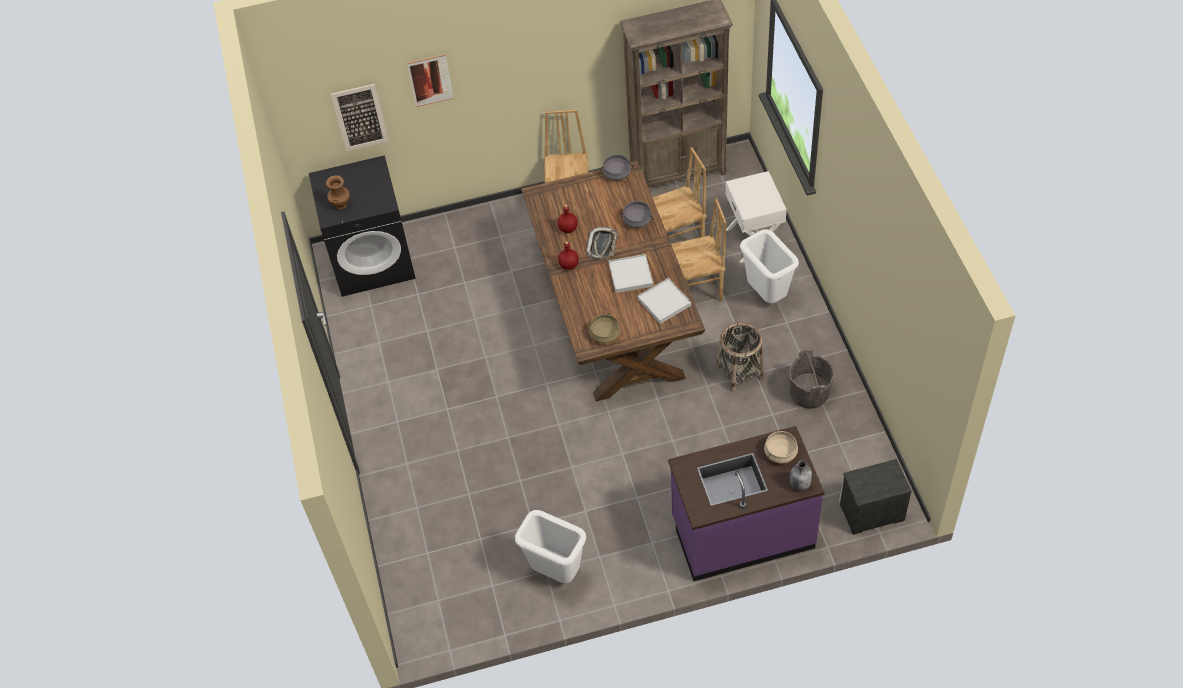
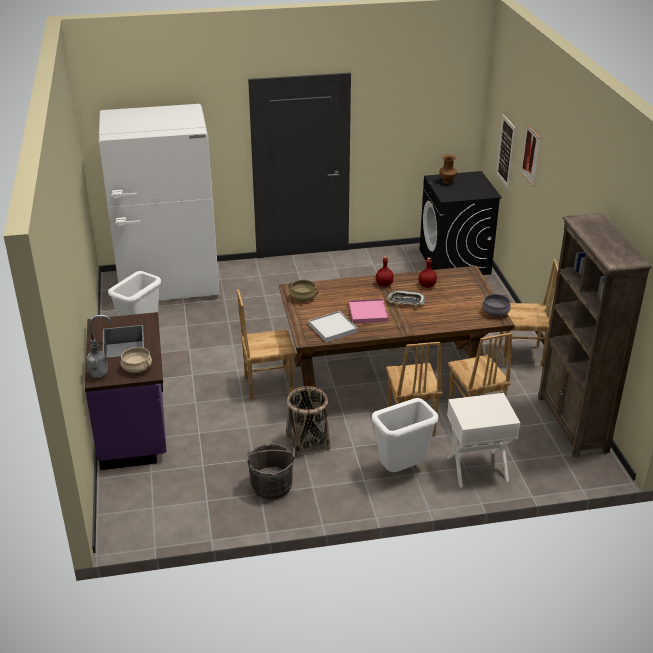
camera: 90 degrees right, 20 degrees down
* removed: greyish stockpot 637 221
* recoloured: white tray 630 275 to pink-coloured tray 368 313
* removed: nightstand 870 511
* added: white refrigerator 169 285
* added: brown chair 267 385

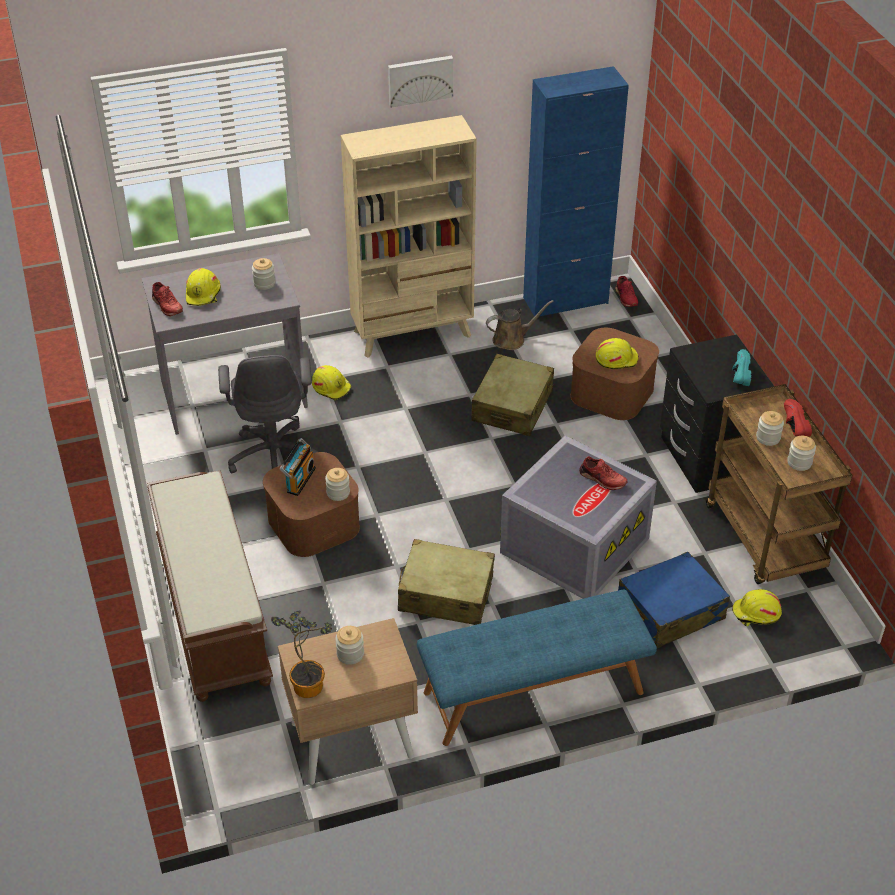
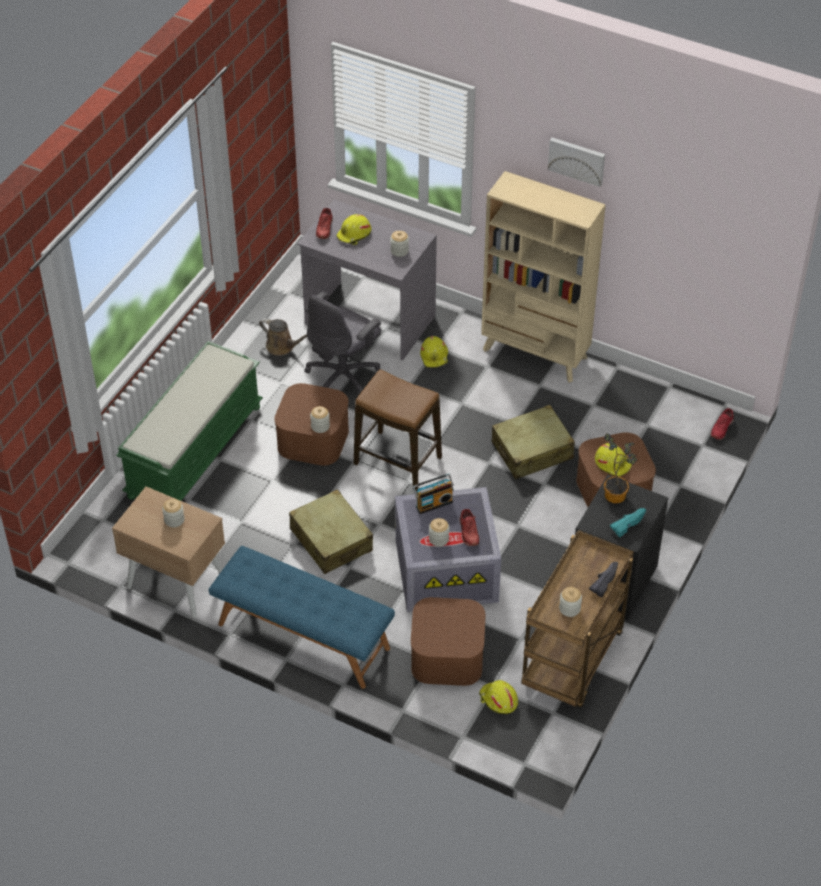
camera: 45 degrees right, 5 degrees up
* removed: blue-coloured cabinet 565 300
* moved: brown watering pot 512 339 to 282 346
* recoloured: red-coloured low shoe 792 425 to black low shoe 603 582
* moved: storage jar 768 438 to 439 539
* moved: radio receiver 299 480 to 433 503
* recoloured: brown bench 211 611 to green-coloured bench 194 450
* replaced: blue-coloured suitcase 669 611 to brown storage bin 447 655
* moved: potted plant 307 682 to 617 493
* added: sitting stool 398 461

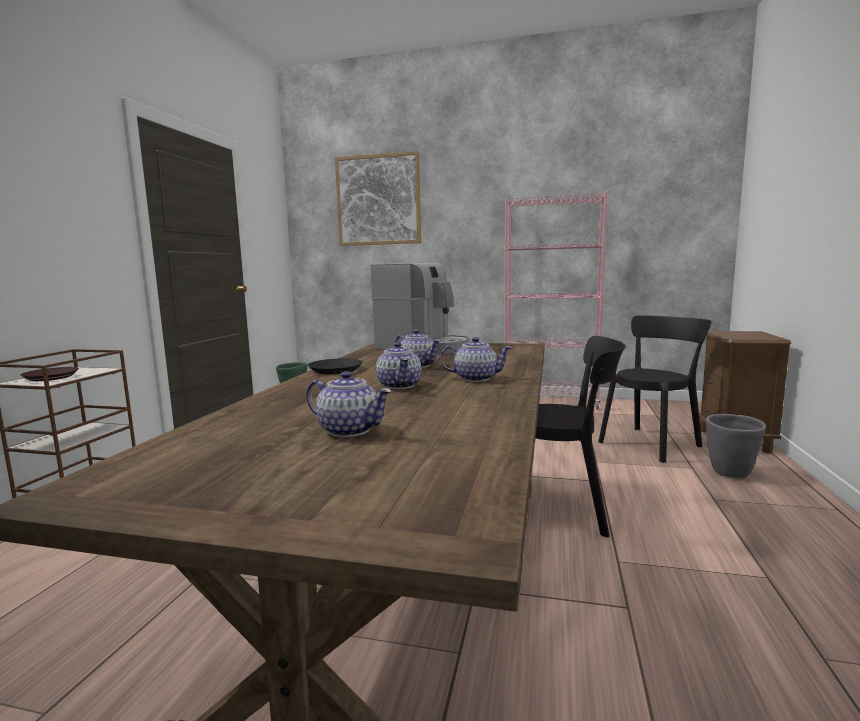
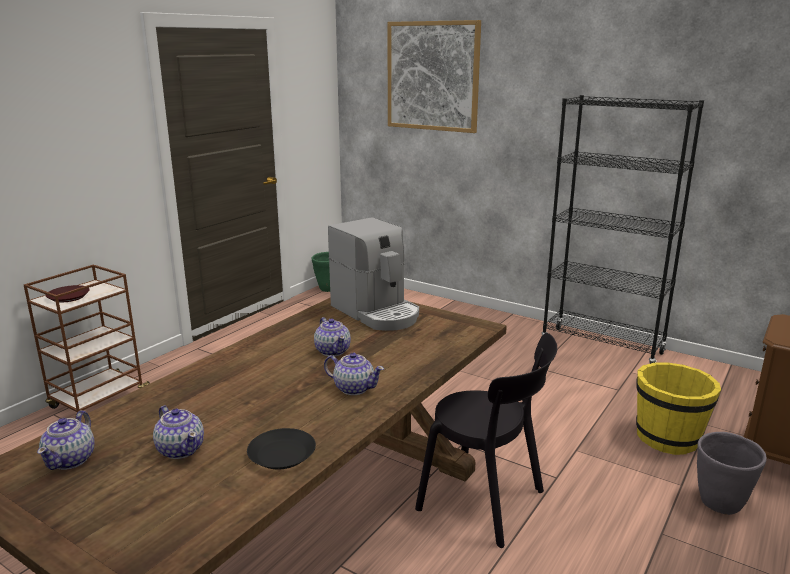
camera: 20 degrees right, 10 degrees up
* recoloured: pink-coloured bookcase 550 402 to black bookcase 602 348
* replaced: black chair 651 443 to yellow-coloured pail 668 438
* moved: pot for tea 399 385 to 71 459
* moved: black flat dish 335 370 to 282 454

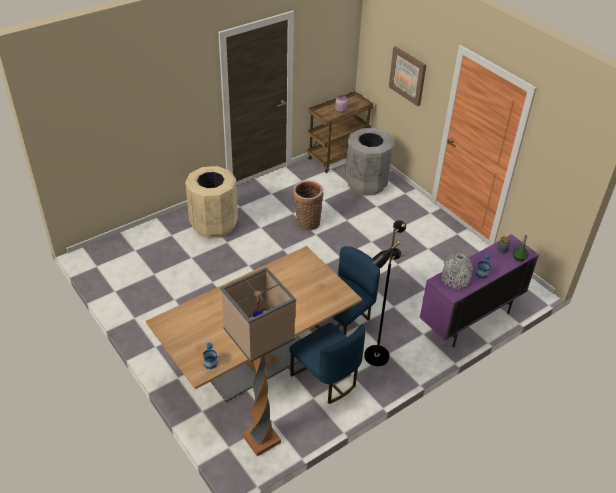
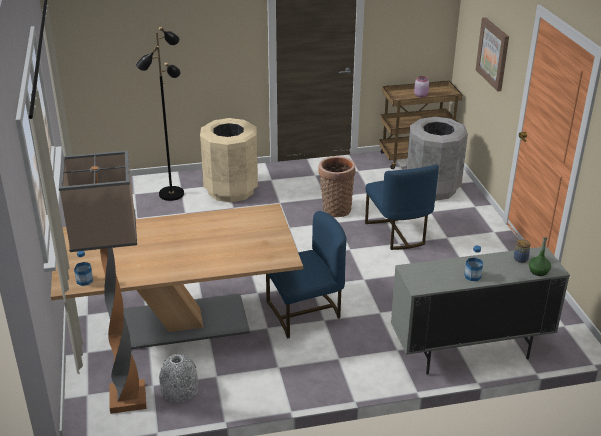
camera: 25 degrees right, 10 degrees down
* moved: black standard lamp 376 355 to 171 194
* recoloured: purple cabinet 470 320 to greyish cabinet 469 352
* moved: greyish vase 455 279 to 179 390
* moved: blue-coloured chair 325 379 to 398 233

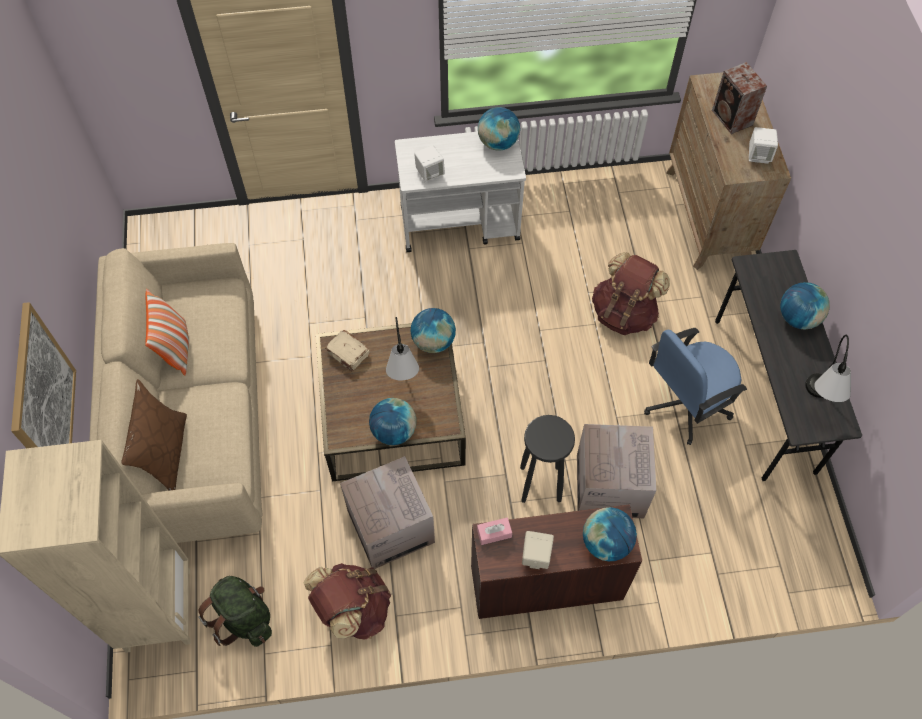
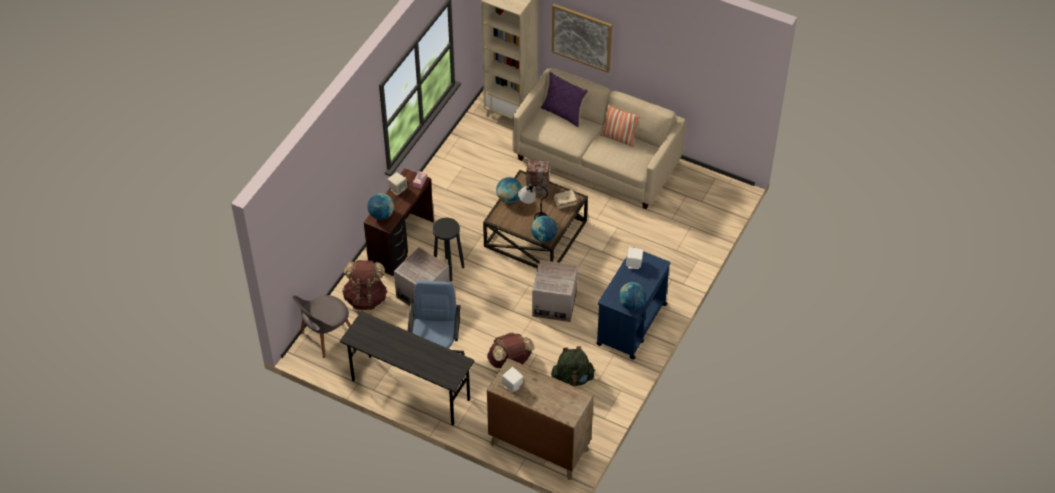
camera: 125 degrees right, 10 degrees down
* moved: audio speaker 732 118 to 536 187
* recoloured: white cart 460 223 to blue-coloured cart 631 324
* removed: world globe 797 318
* removed: table lamp 816 401
* recoloured: brown pillow 165 453 to purple pillow 563 113
* moved: carton 391 526 to 554 304
* moved: brown rucksack 353 609 to 366 298
* moved: green-coloured rucksack 244 617 to 572 378
* added: greyish chair 326 336

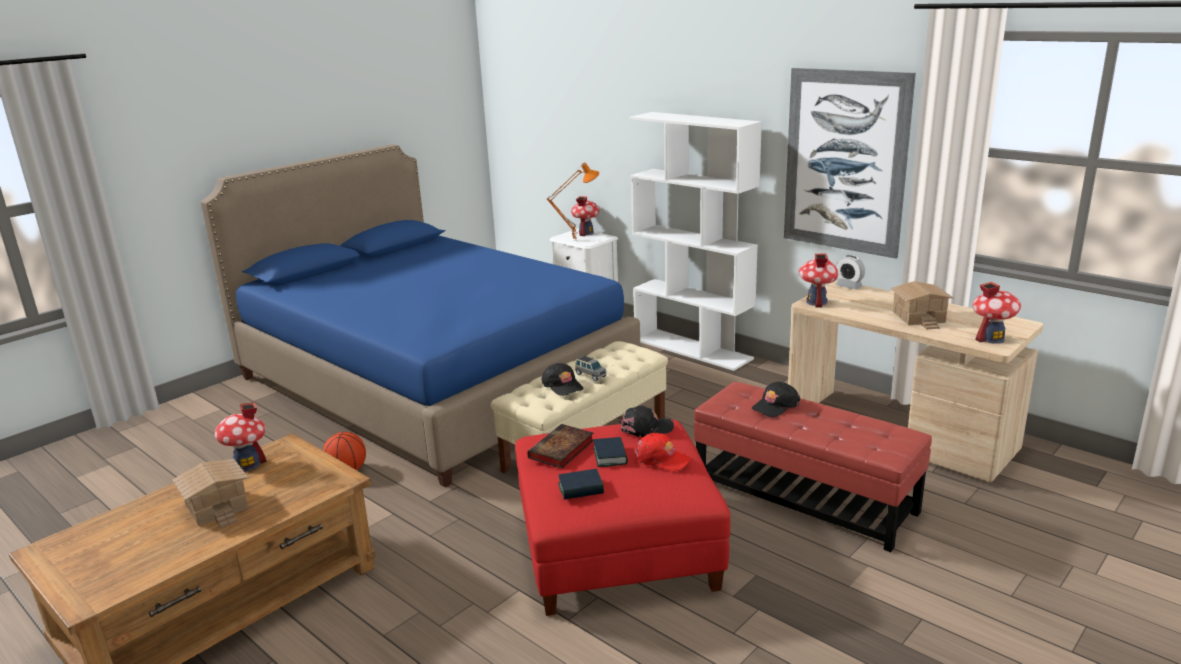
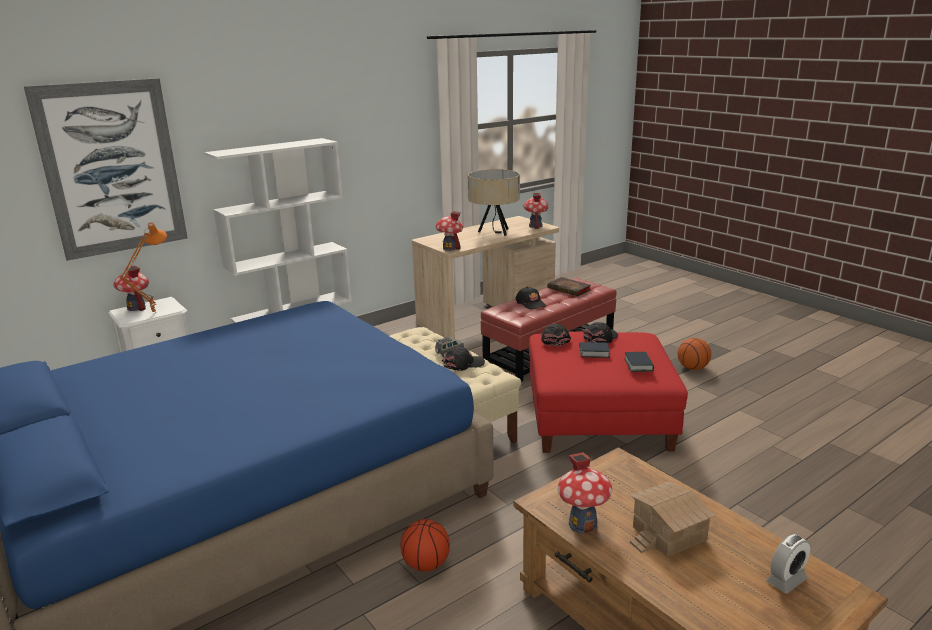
camera: 80 degrees left, 0 degrees up
* moved: picture 845 162 to 112 168
* moved: bedside clock 848 286 to 786 580
* replaced: miniature house 919 317 to sand-coloured table lamp 494 232
* moved: book 561 450 to 570 289
* recoloured: red-coloured peaked cap 662 459 to black peaked cap 601 338
* added: ball for basketball 692 368

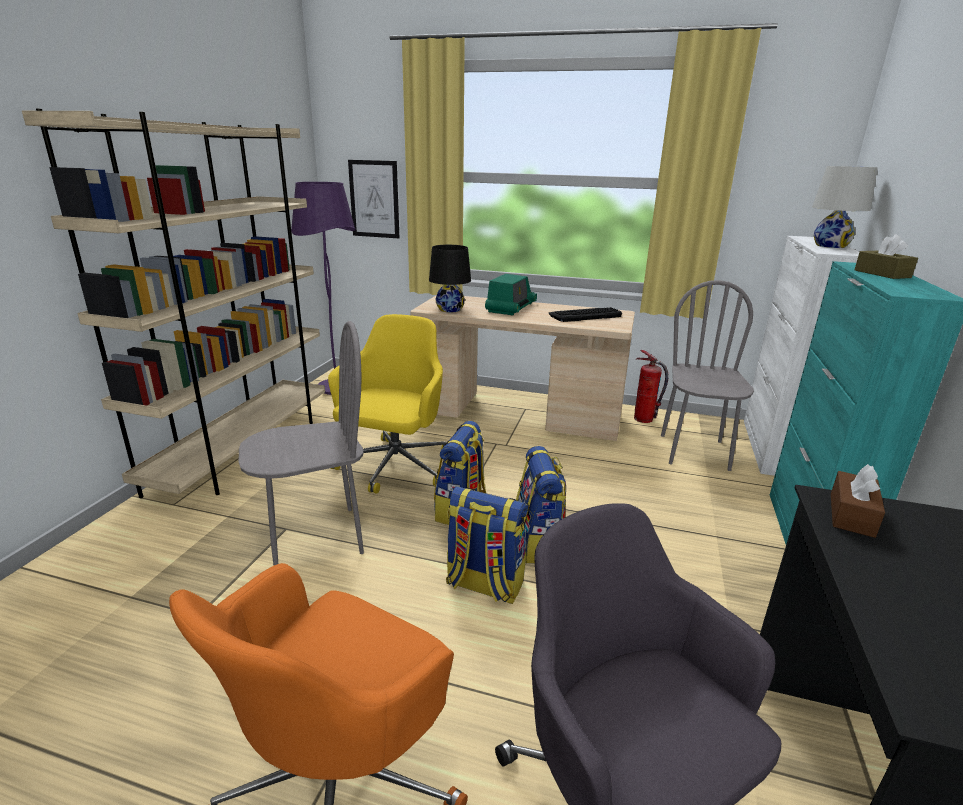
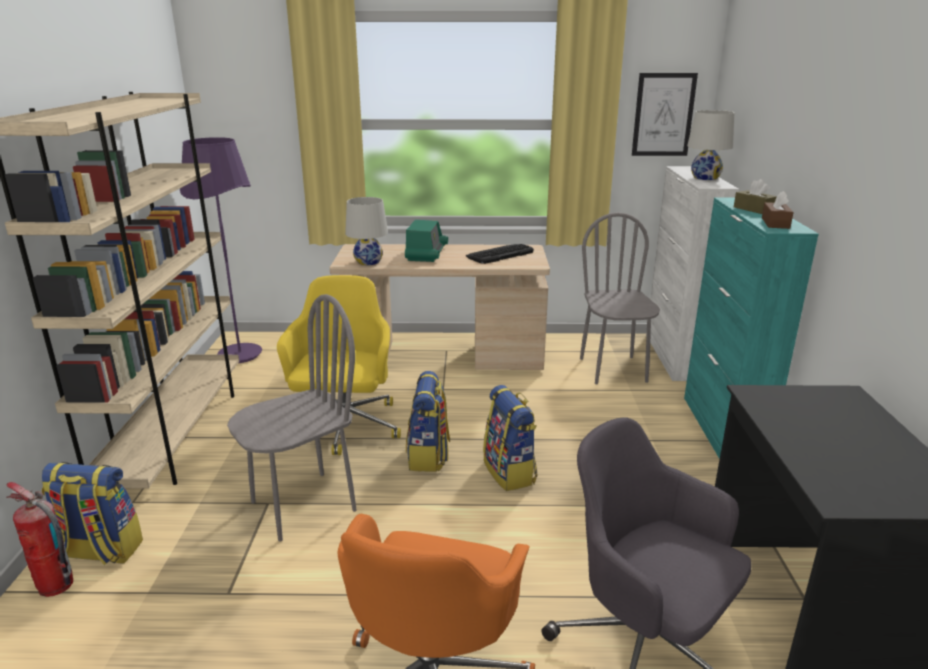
camera: 15 degrees left, 0 degrees up
* moved: picture 374 199 to 663 115
* recoloured: black table lamp 450 309 to white table lamp 368 262
* moved: fire-fighting cylinder 643 419 to 56 585
* moved: brown tissue box 851 514 to 775 223
* moved: rucksack 483 584 to 100 551

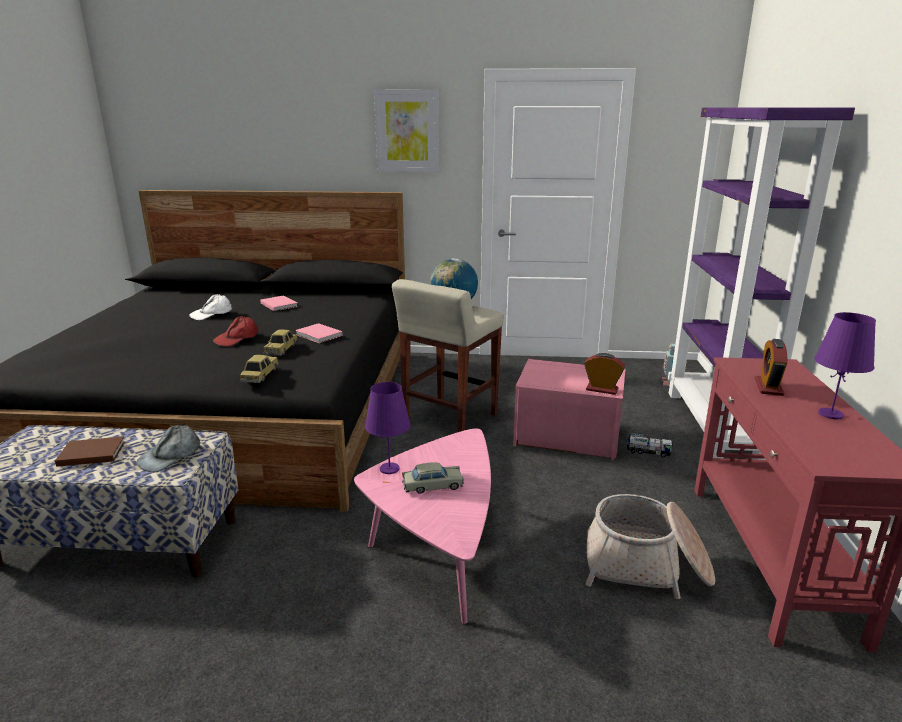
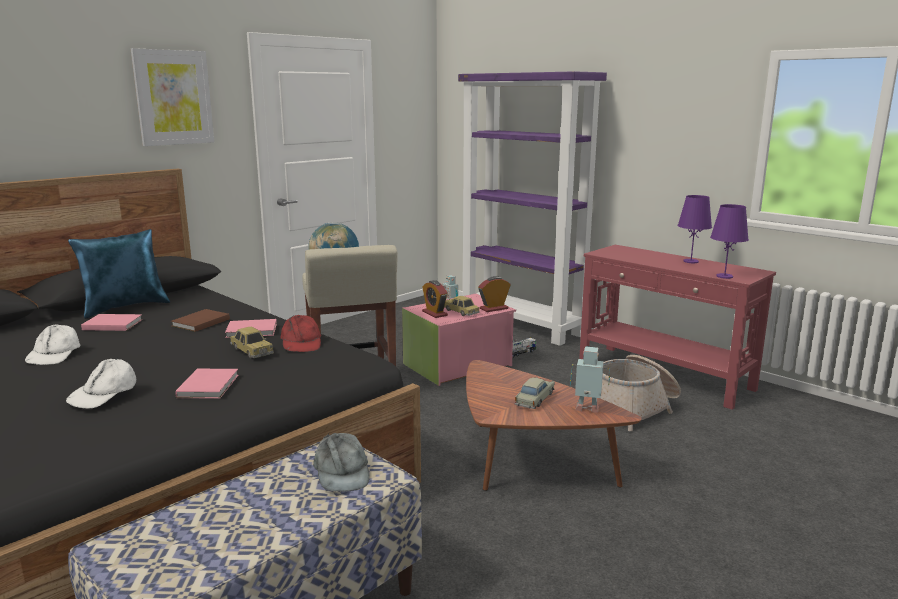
camera: 50 degrees left, 5 degrees down
* moved: red-coloured peaked cap 237 338 to 301 342
* moved: bedside clock 768 387 to 434 313
* moved: toy car 260 375 to 461 312
* moved: purple table lamp 389 469 to 724 276
* recoloured: pink-coloured lounge table 437 549 to brown lounge table 526 464
* moved: brown book 90 453 to 199 323
* added: blue-coloured pillow 125 307
* added: model robot 587 410
* added: white peaked cap 104 393
* added: pink-coloured book 210 385

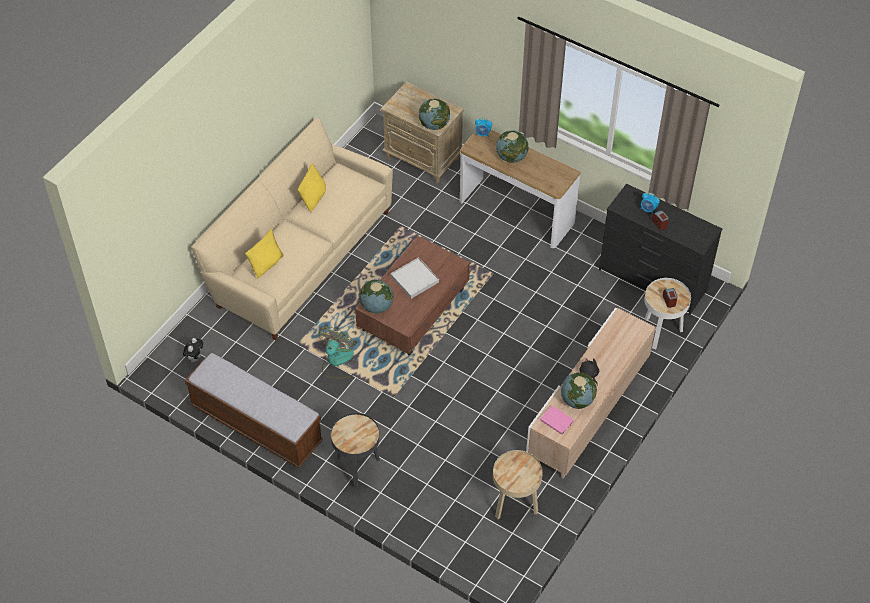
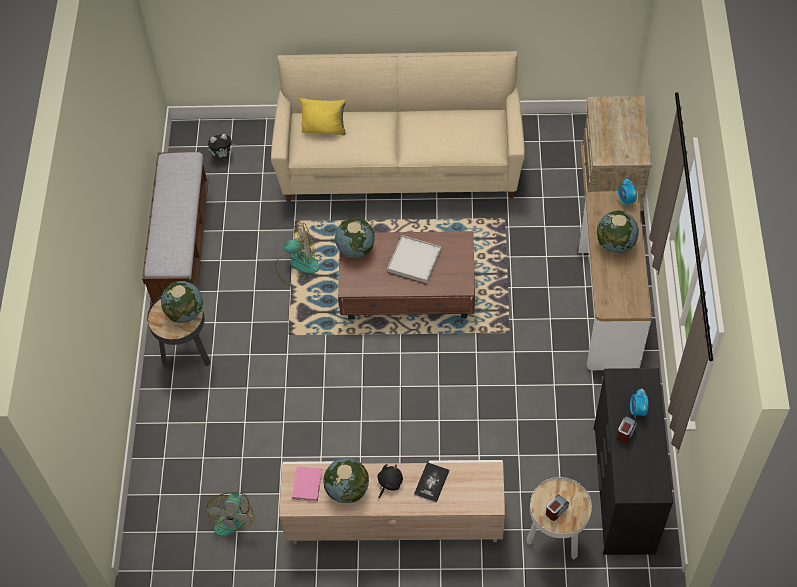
camera: 60 degrees right, 5 degrees up
* moved: world globe 434 125 to 185 312
* removed: yellow-coloured pillow 313 198
* replaced: sand-coloured side table 515 504 to electric fan 232 515
* added: book 431 483

